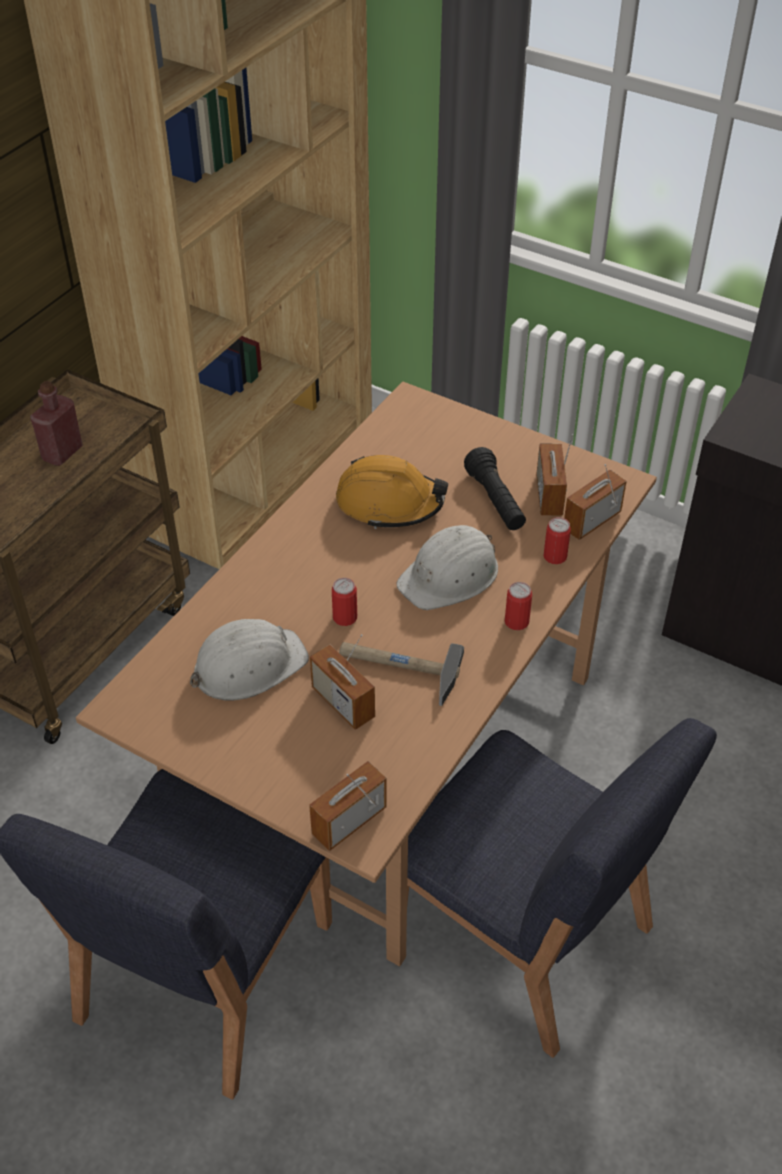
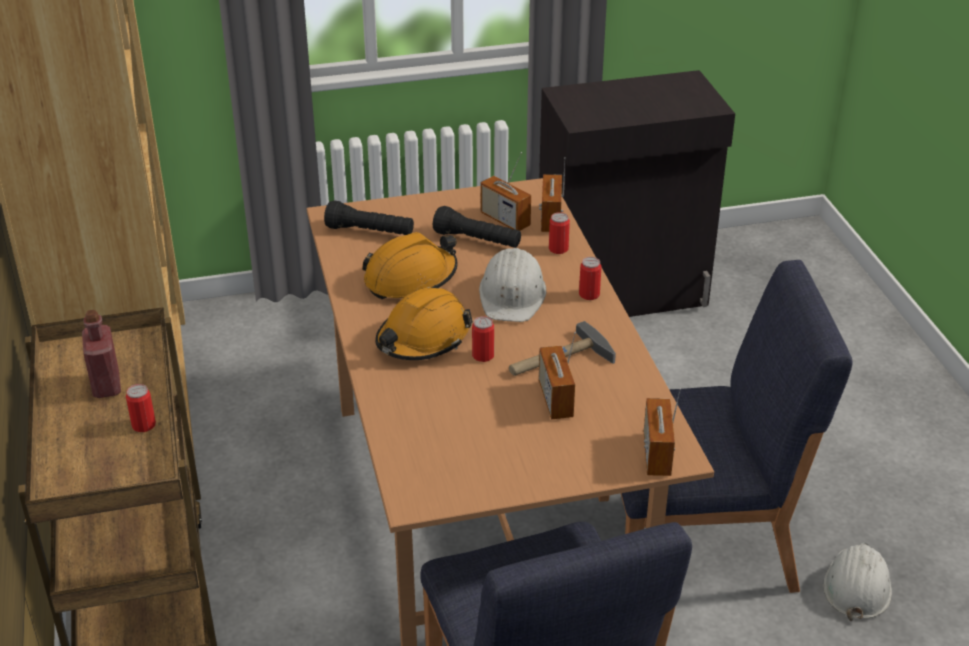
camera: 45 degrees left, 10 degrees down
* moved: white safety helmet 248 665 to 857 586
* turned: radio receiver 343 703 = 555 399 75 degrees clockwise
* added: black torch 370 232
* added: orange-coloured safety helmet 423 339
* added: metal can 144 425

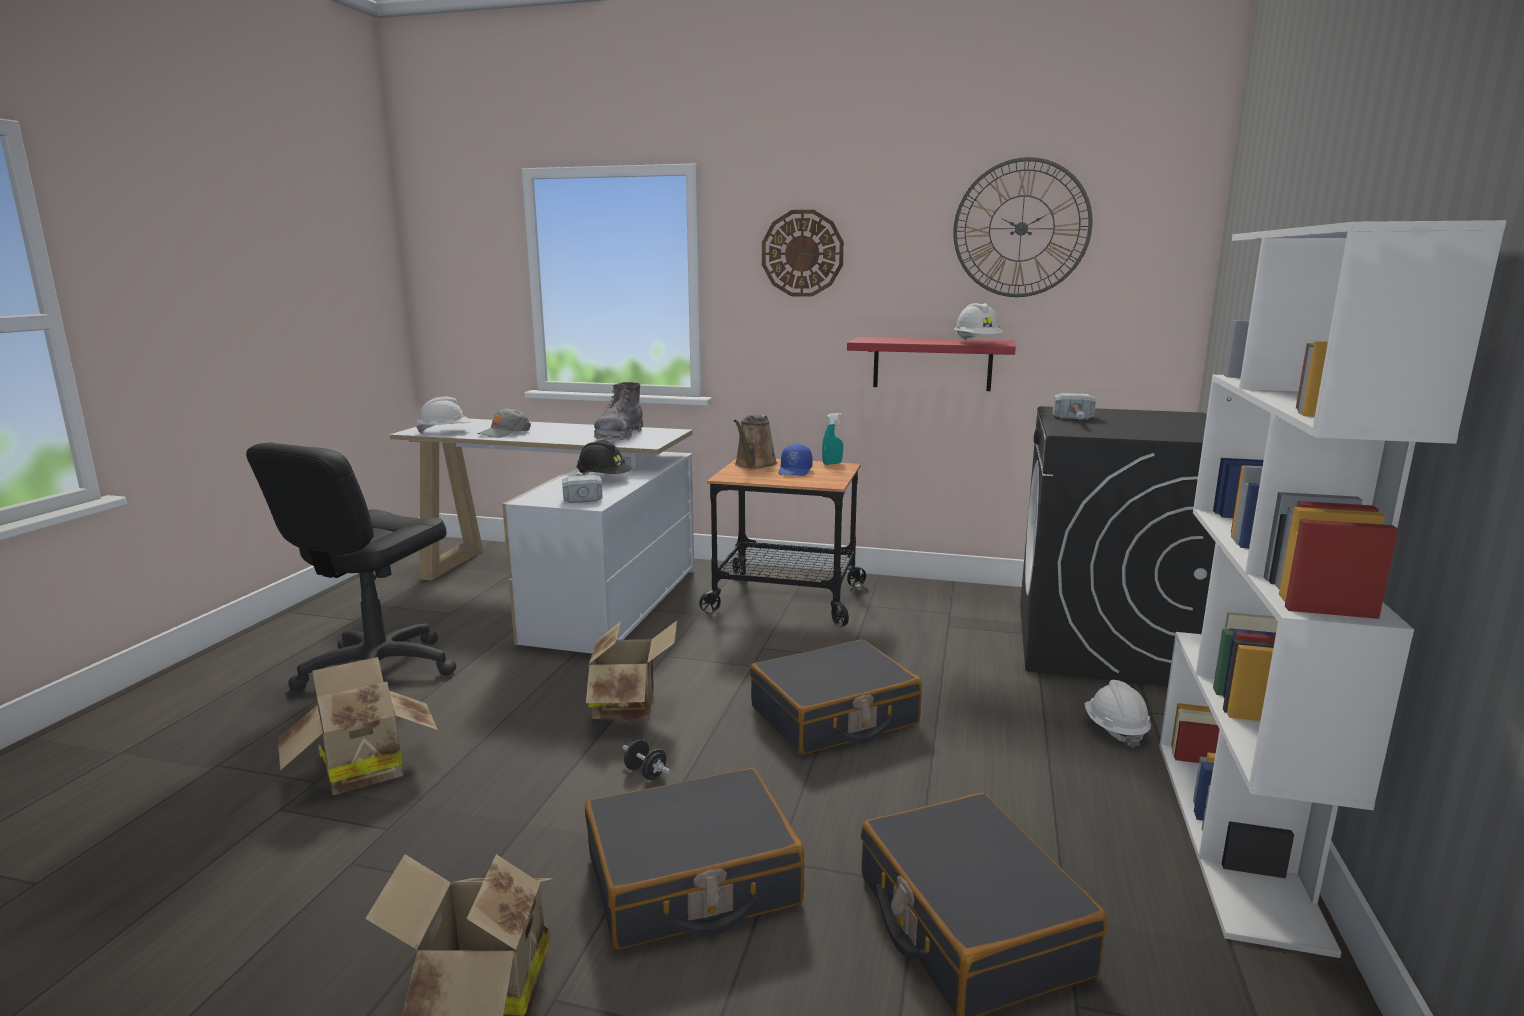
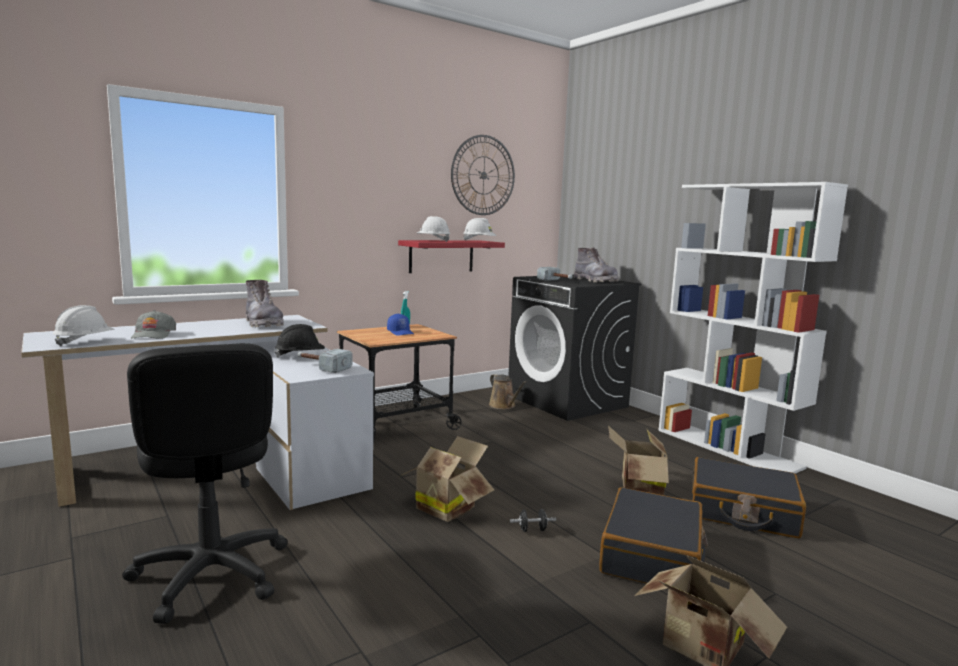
camera: 50 degrees left, 5 degrees down
* removed: wall clock 802 253
* moved: brown watering pot 754 465 to 504 406
* removed: black suitcase 834 716
* moved: carton 361 769 to 637 487
* moved: white safety helmet 1115 730 to 433 241
* added: greyish tall boot 595 281

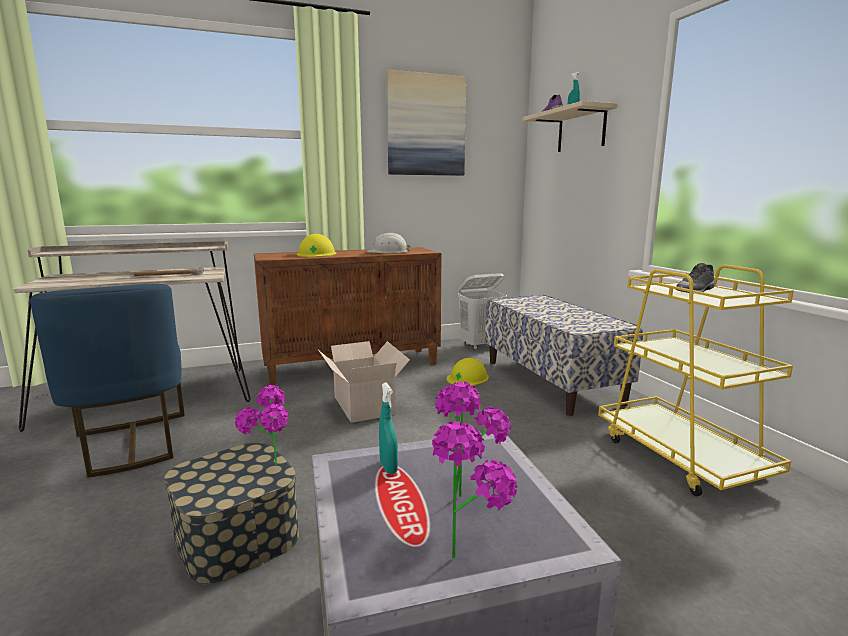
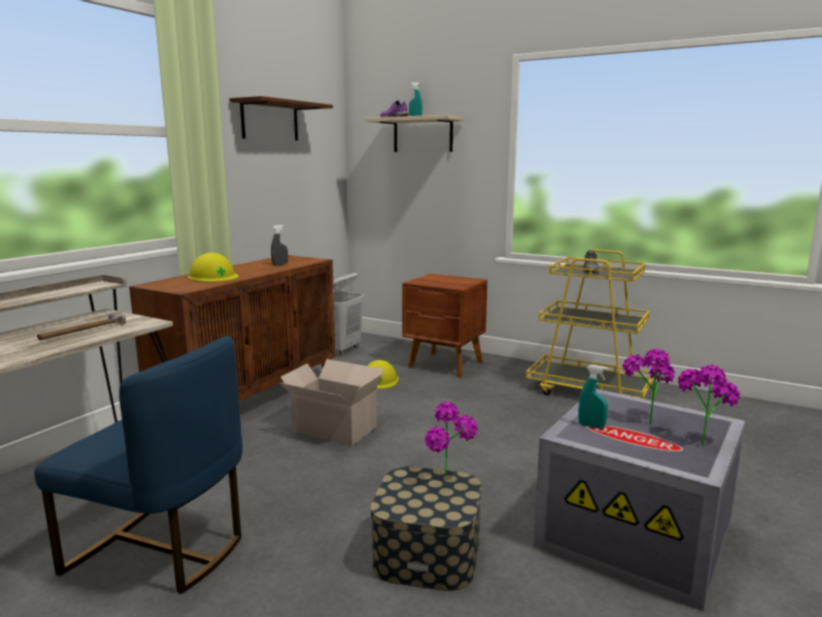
camera: 40 degrees left, 0 degrees up
* replaced: picture 426 125 to brown bracket shelf 270 121
* replaced: white safety helmet 388 252 to greyish sprayer 280 264
* replaced: bench 551 381 to brown nightstand 445 365

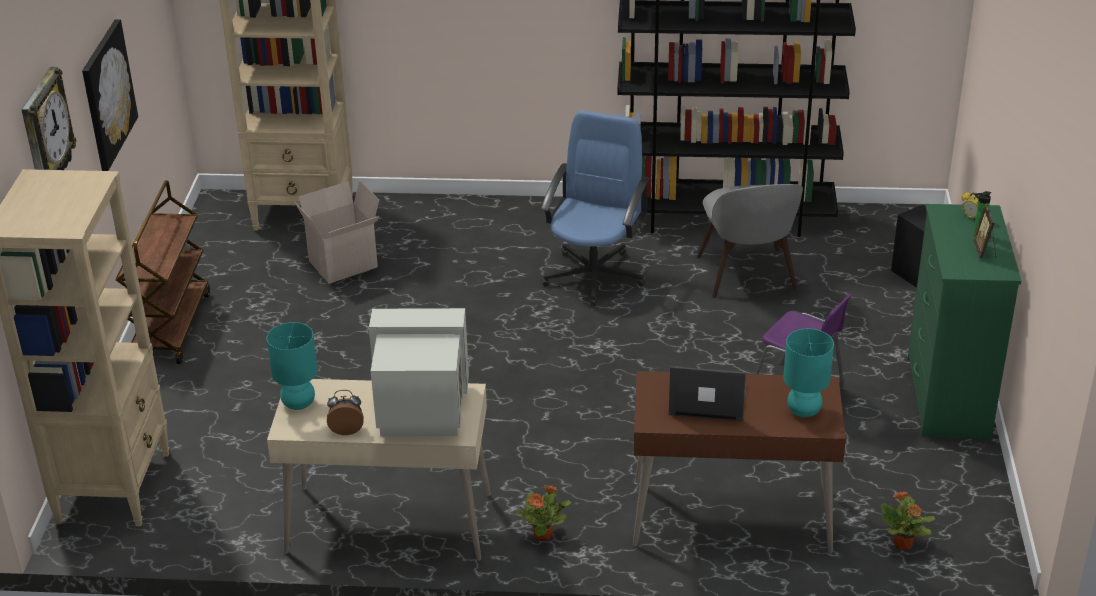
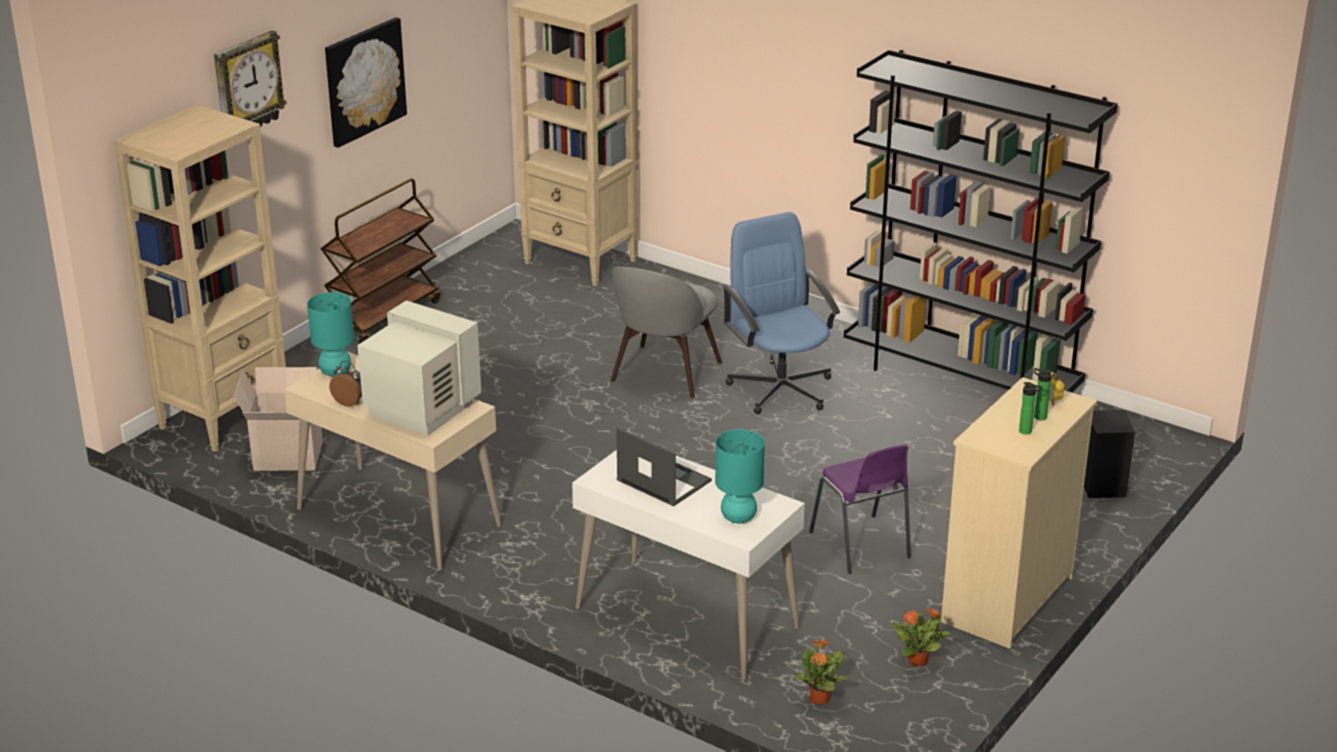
camera: 30 degrees right, 5 degrees down
* turned: blue-coloured desk chair 595 275 = 781 388 75 degrees counterclockwise
* moved: carton 343 266 to 286 457
* moved: greyish chair 747 276 to 664 374
* recoloured: green-coloured chest of drawers 947 398 to sand-coloured chest of drawers 1006 600
* replaced: photo frame 984 251 to bottle 1027 432
* recoloured: brown desk unit 731 517 to white desk unit 686 619
* moved: potted plant 543 535 to 918 661

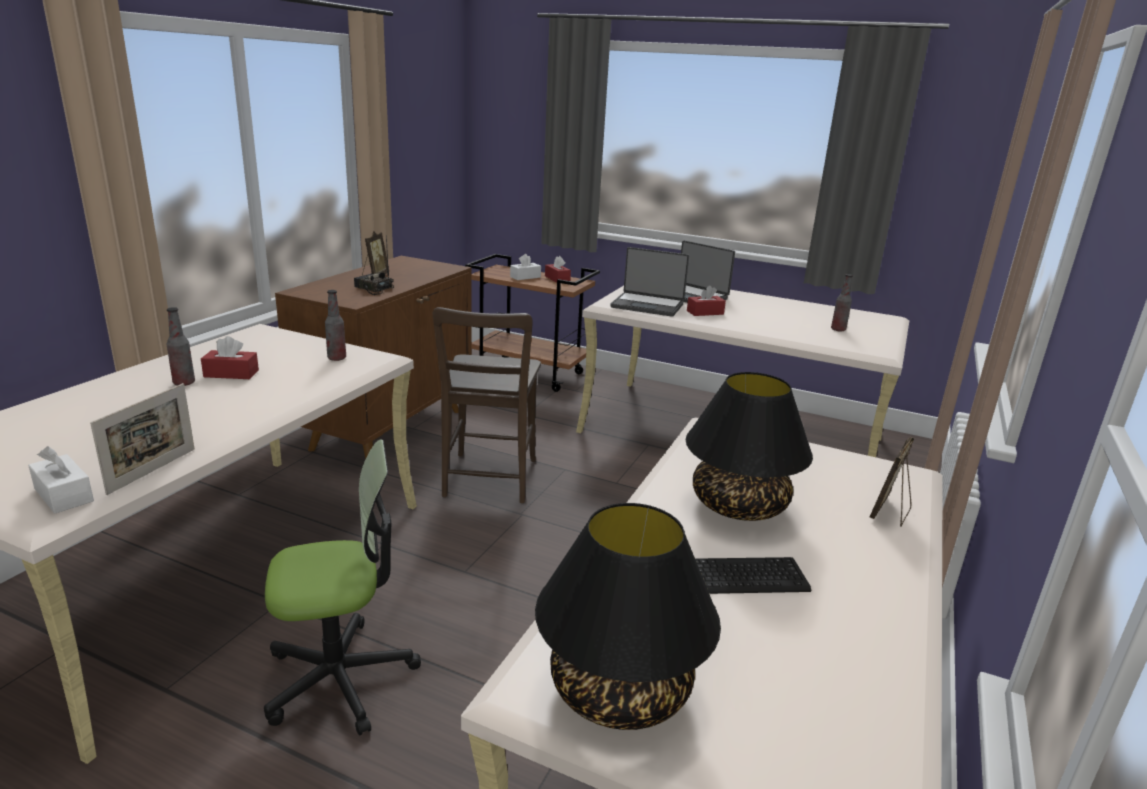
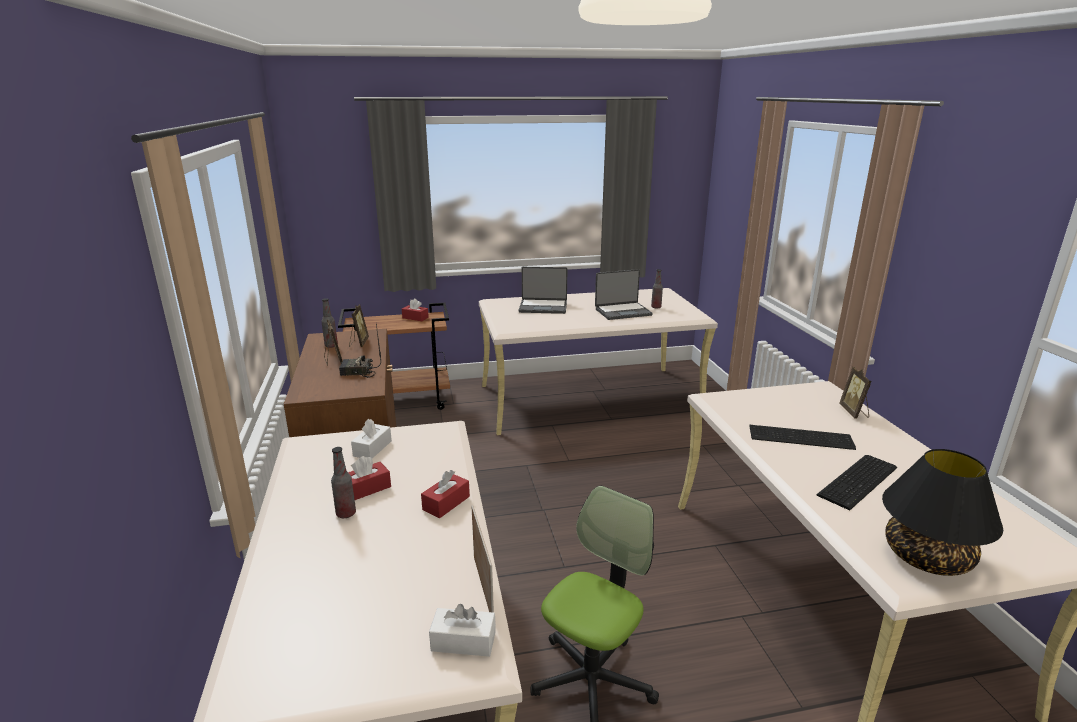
camera: 35 degrees left, 0 degrees up
* moved: portable computer 648 305 to 622 312
* moved: white tissue box 525 277 to 372 448
* moved: red-coloured tissue box 705 312 to 446 503
* moved: bottle 337 358 to 331 346
* removed: brown chair 488 481
* replaced: black table lamp 739 506 to keyboard 802 438
* added: photo frame 359 343

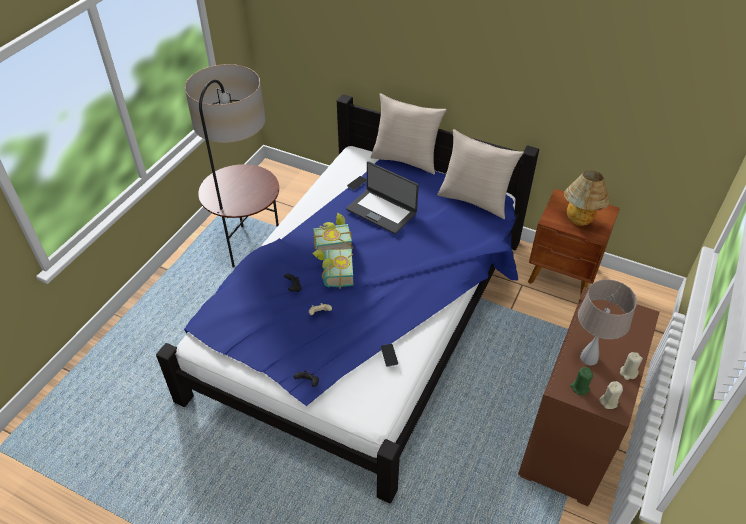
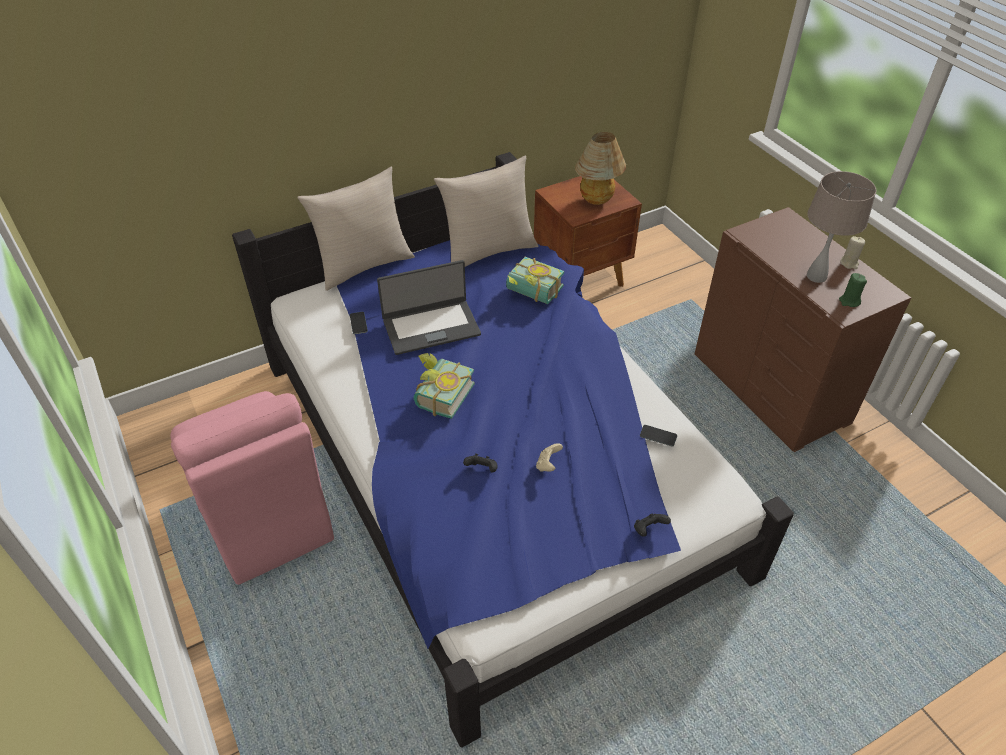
camera: 55 degrees left, 0 degrees up
* replaced: standard lamp 249 247 to pink-coloured chair 265 519
* moved: book 333 275 to 531 294
* removed: sand-coloured wax candle 608 401

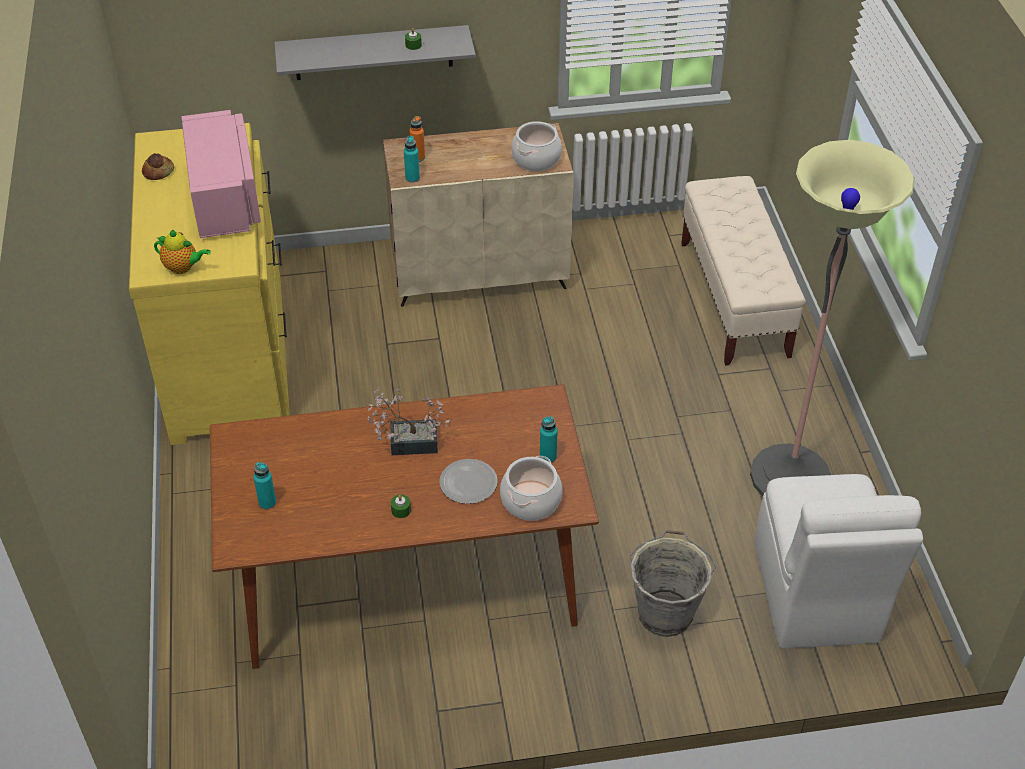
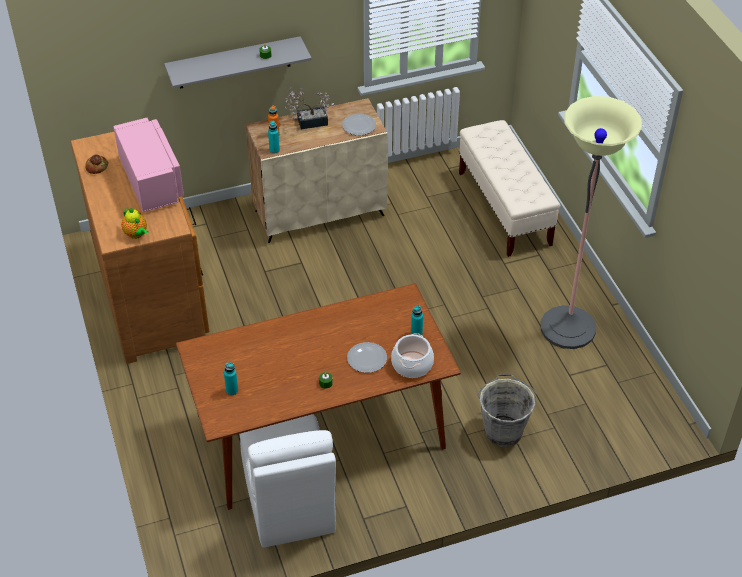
camera: 10 degrees left, 0 degrees up
* replaced: stockpot 536 159 to flat dish 359 126
* recoloured: yellow-coloured chest of drawers 230 356 to brown chest of drawers 152 295
* turned: pot for tea 183 267 = 136 234 45 degrees clockwise
* moved: potted plant 407 442 to 308 122
* moved: white chair 816 595 to 289 504

